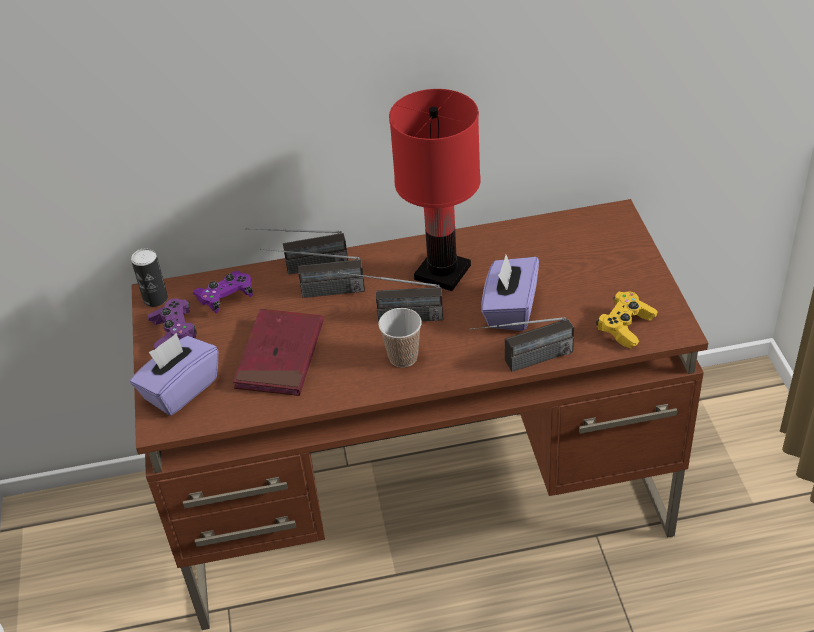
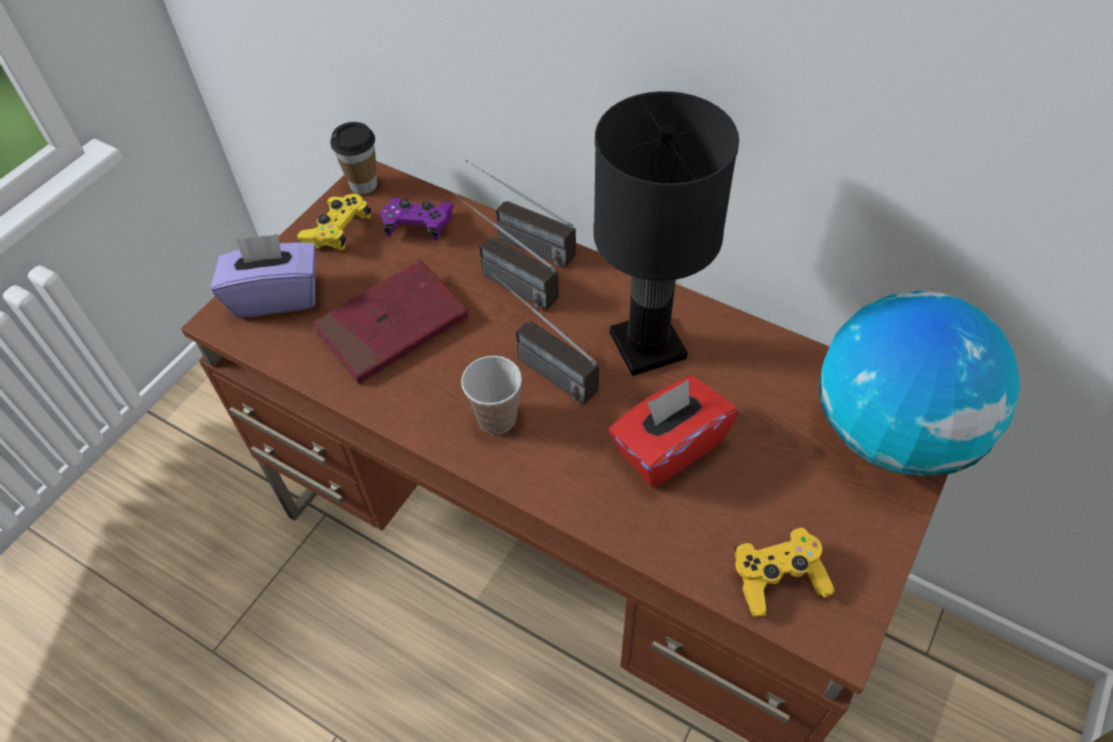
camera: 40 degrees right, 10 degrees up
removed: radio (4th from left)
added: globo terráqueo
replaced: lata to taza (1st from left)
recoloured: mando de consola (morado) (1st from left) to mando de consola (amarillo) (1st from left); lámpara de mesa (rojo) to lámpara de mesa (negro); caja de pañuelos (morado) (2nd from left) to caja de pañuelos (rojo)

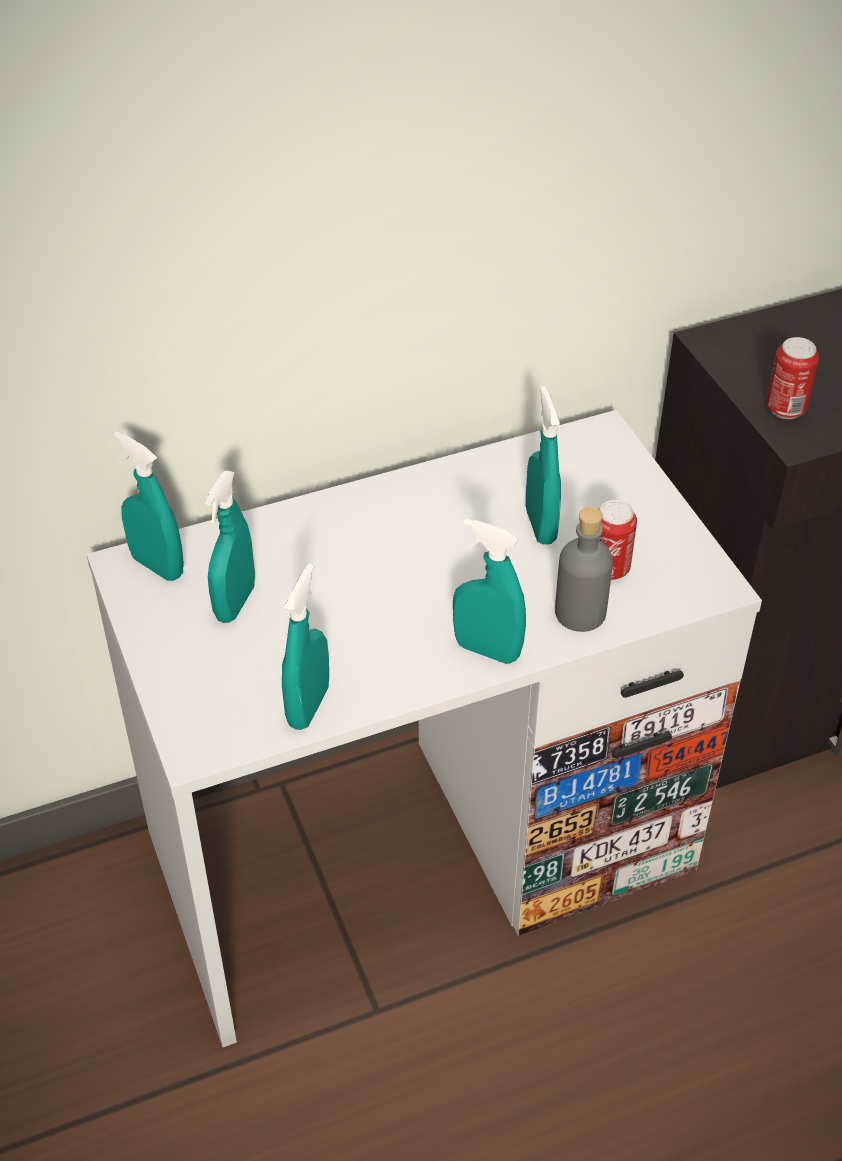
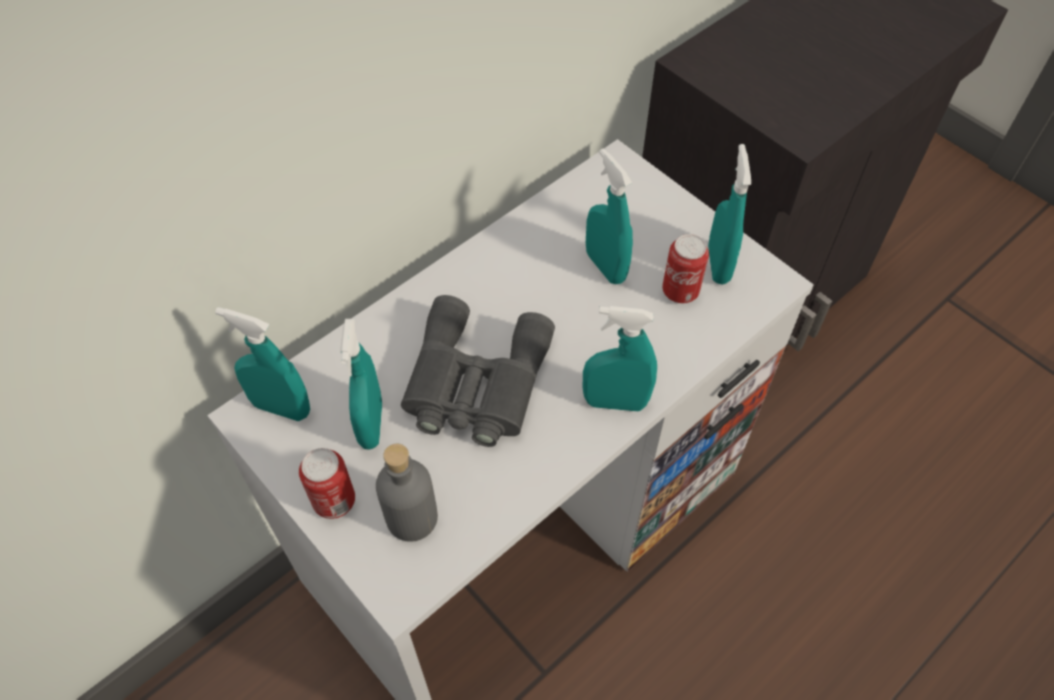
camera: 20 degrees left, 10 degrees up
added: prismáticos (gris)
moved: lata (2nd from left in the first image) to lata (1st from left); botella (gris); pulverizador (turquesa) (3rd from left in the first image) to pulverizador (turquesa) (5th from left)

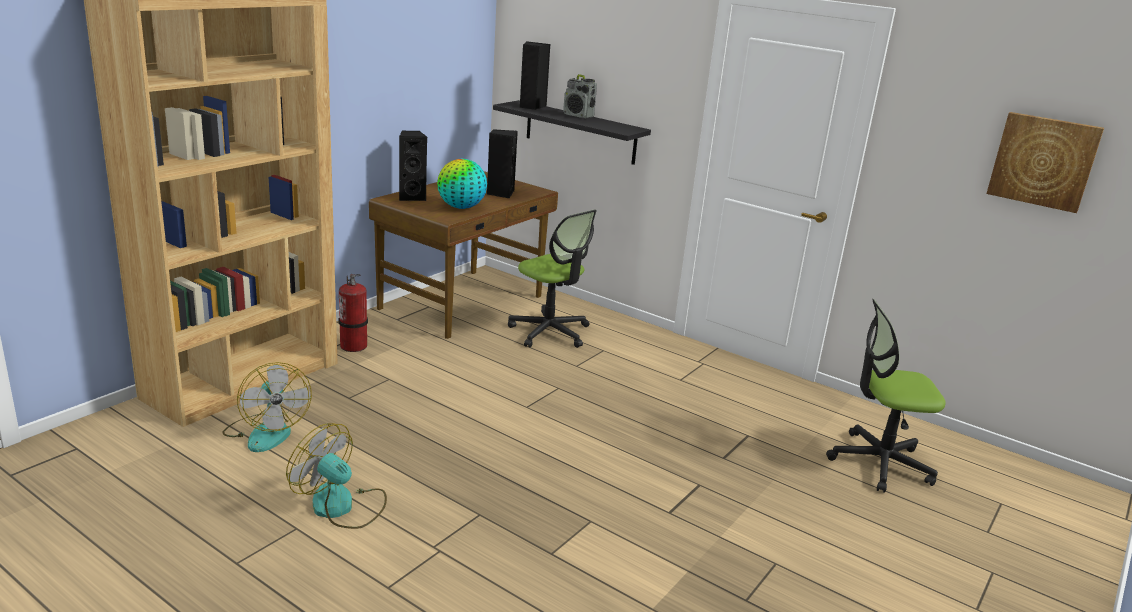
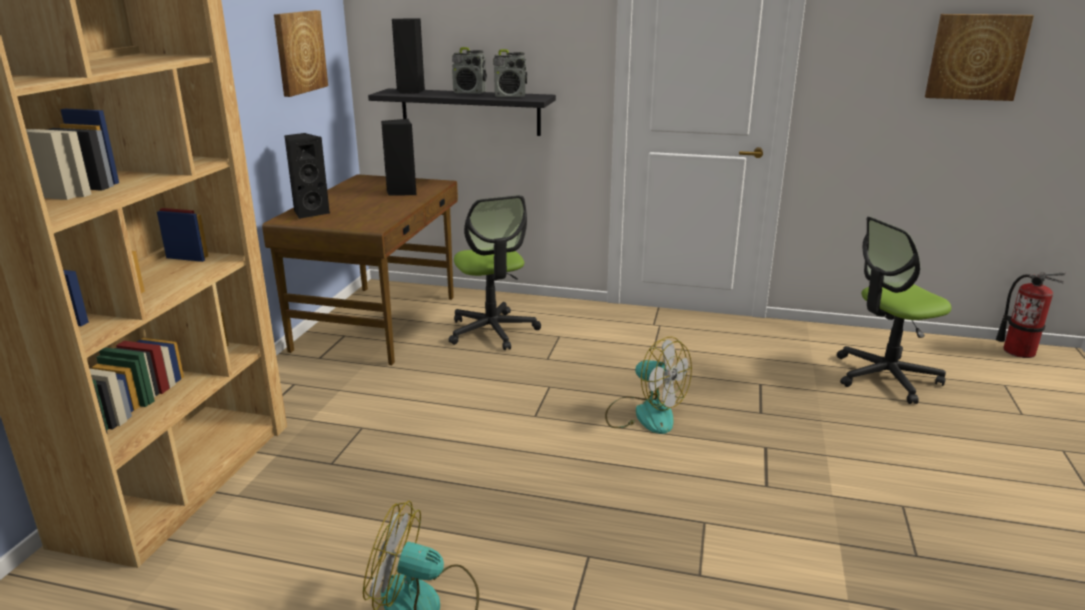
camera: 20 degrees left, 0 degrees up
removed: globo terráqueo
added: cuadro (1st from left); radio (2nd from left)
moved: ventilador (1st from left in the first image) to ventilador (2nd from left); extintor
turned: silla de oficina (1st from left) 45 degrees clockwise

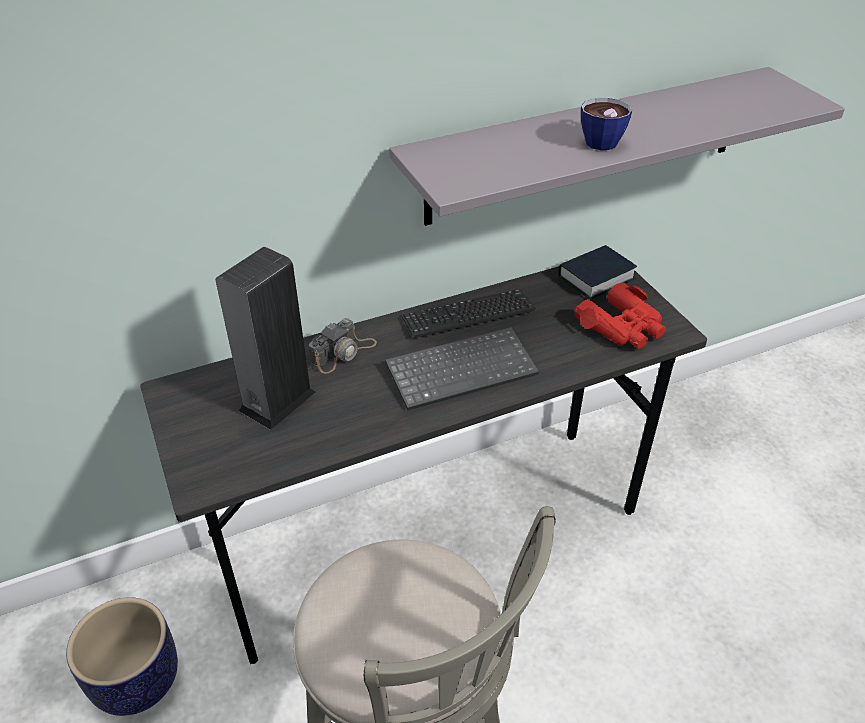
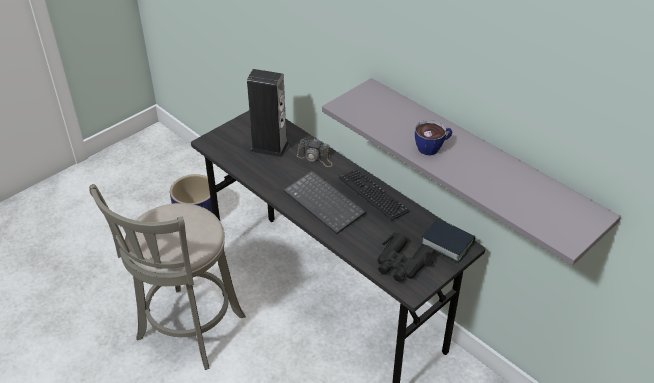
camera: 70 degrees right, 0 degrees up
recoloured: prismáticos (rojo) to prismáticos (negro)

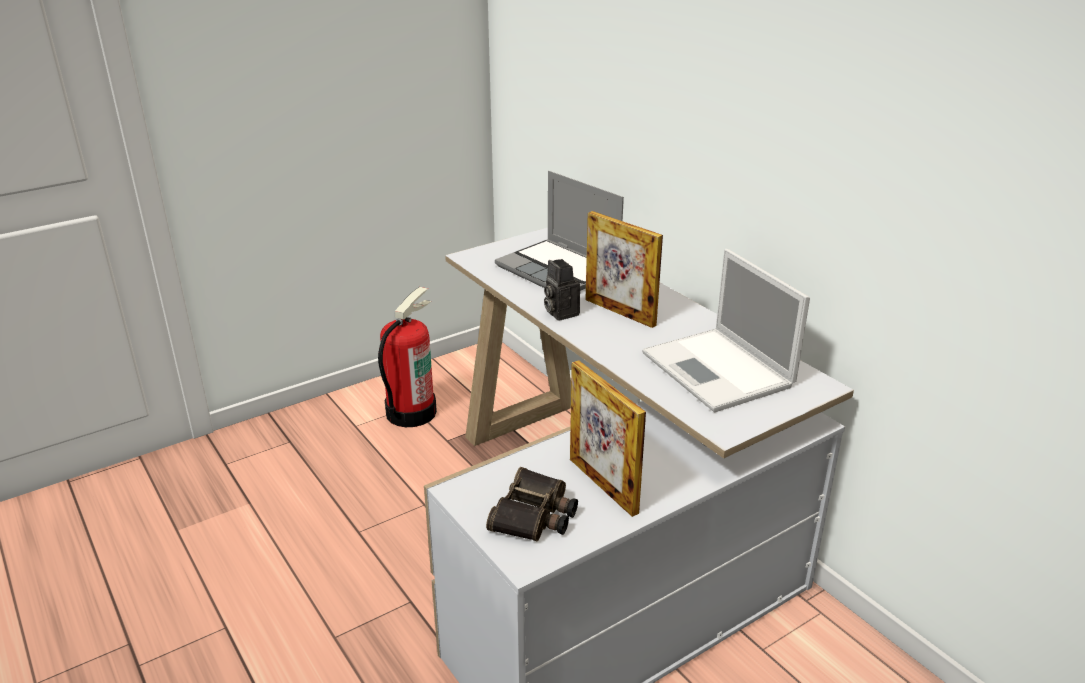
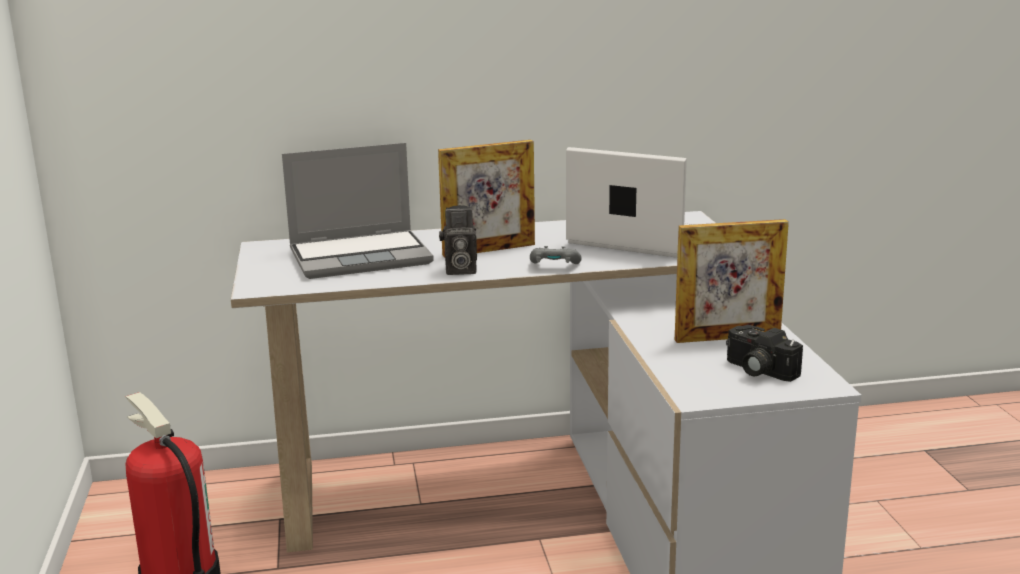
camera: 65 degrees left, 10 degrees down
added: mando de consola (gris)
replaced: prismáticos to cámara (2nd from left)
turned: portátil (2nd from left) 150 degrees counterclockwise

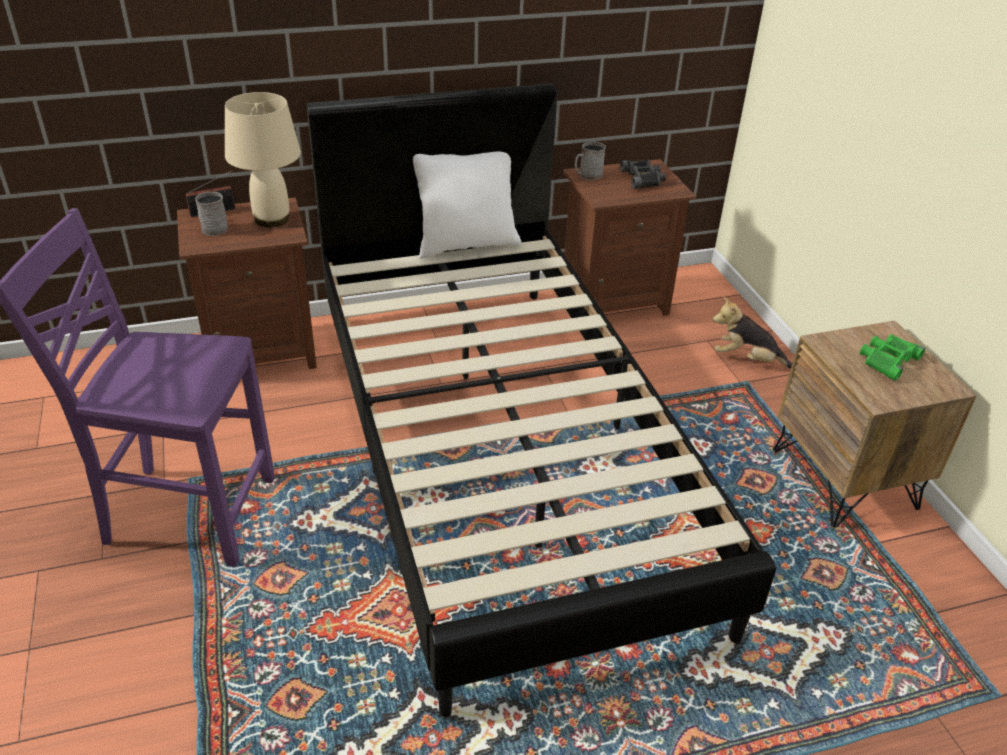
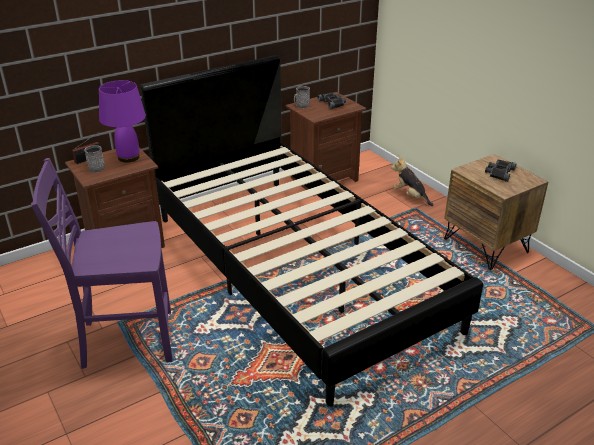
camera: 15 degrees left, 5 degrees down
removed: cojín (blanco)
recoloured: lámpara de mesa (beis) to lámpara de mesa (morado); prismáticos (verde) to prismáticos (negro) (2nd from left)
turned: peluche 45 degrees clockwise

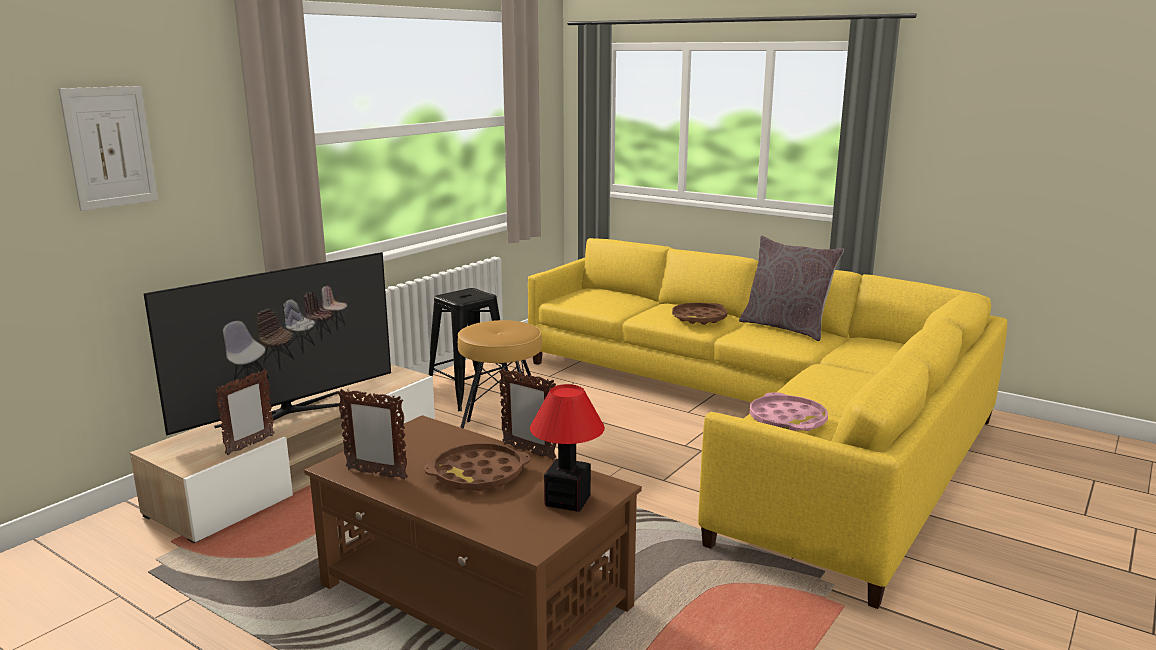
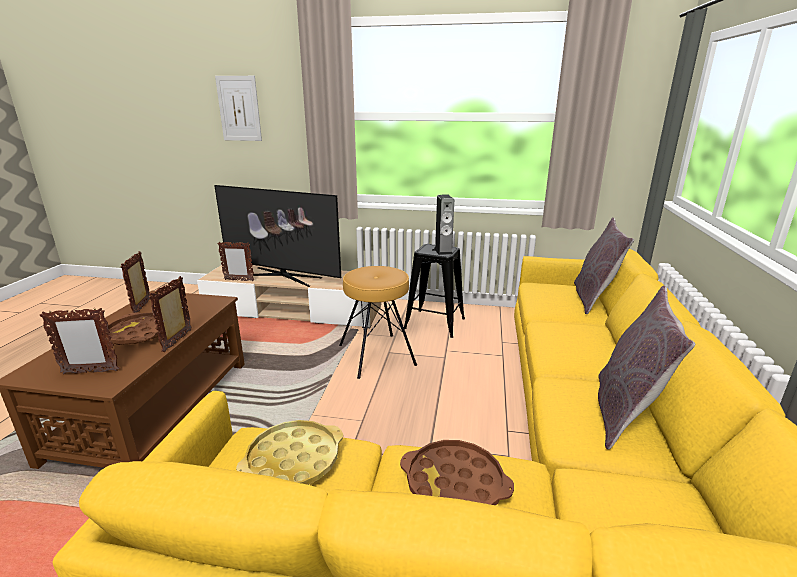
camera: 65 degrees right, 5 degrees up
added: altavoz; cojín (gris) (1st from left)
moved: bandeja (marrón) (2nd from left)
replaced: lámpara de mesa to portarretratos (1st from left)
recoloured: bandeja (rosa) to bandeja (amarillo)

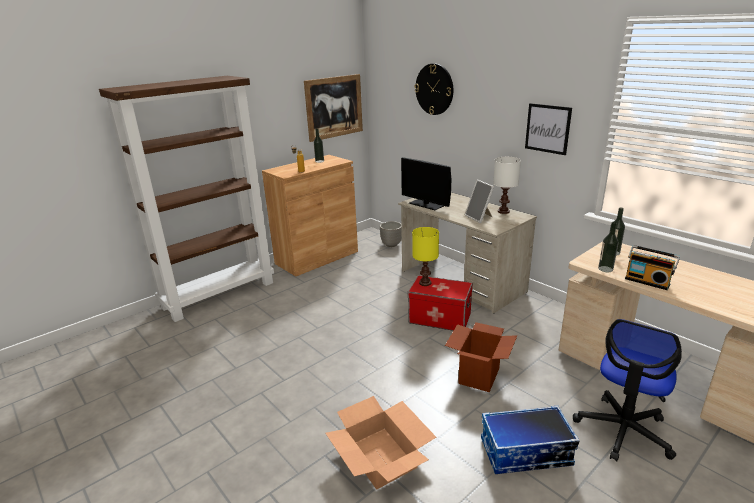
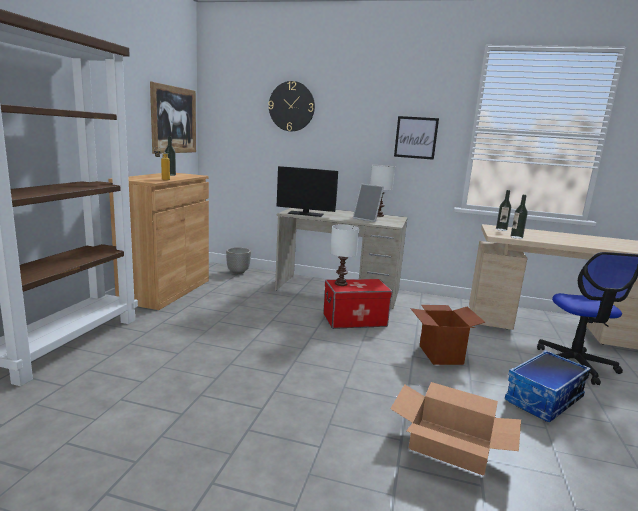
camera: 35 degrees left, 10 degrees down
removed: radio
recoloured: lámpara de mesa (amarillo) to lámpara de mesa (blanco) (1st from left)

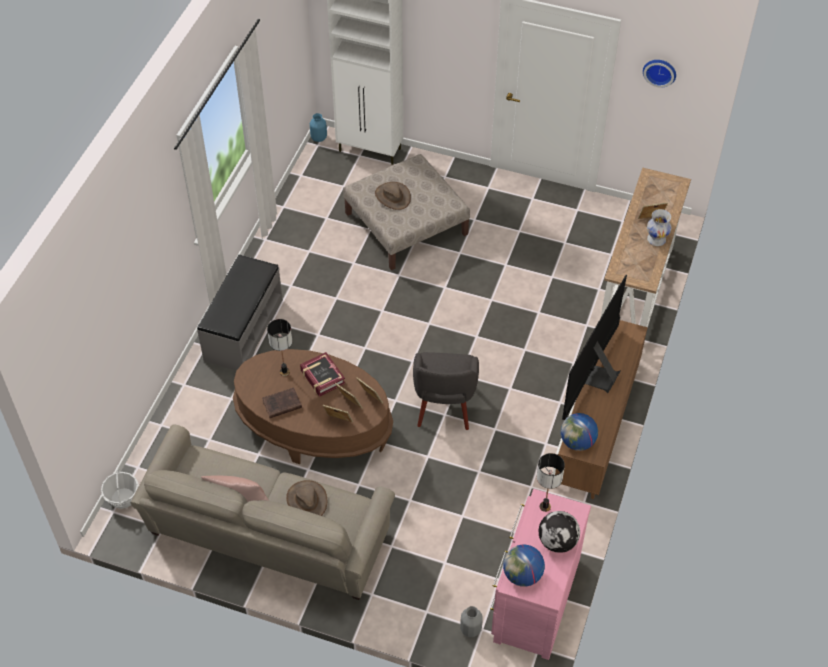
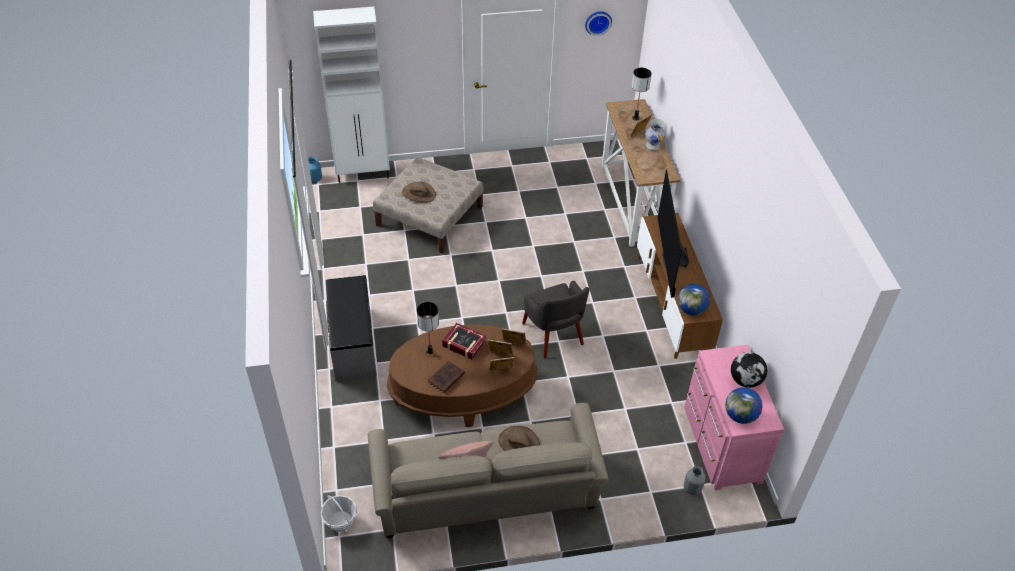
camera: 30 degrees left, 5 degrees down
moved: lámpara de mesa (2nd from left)

